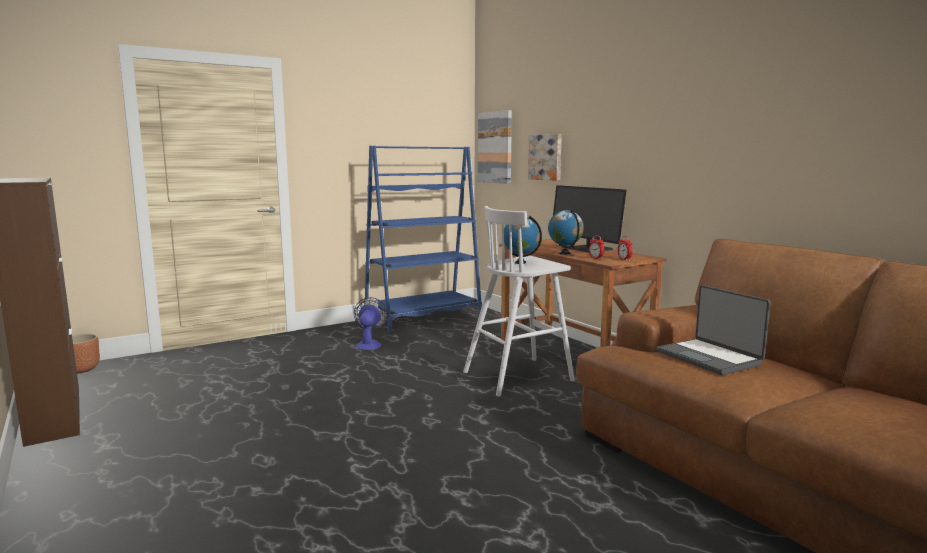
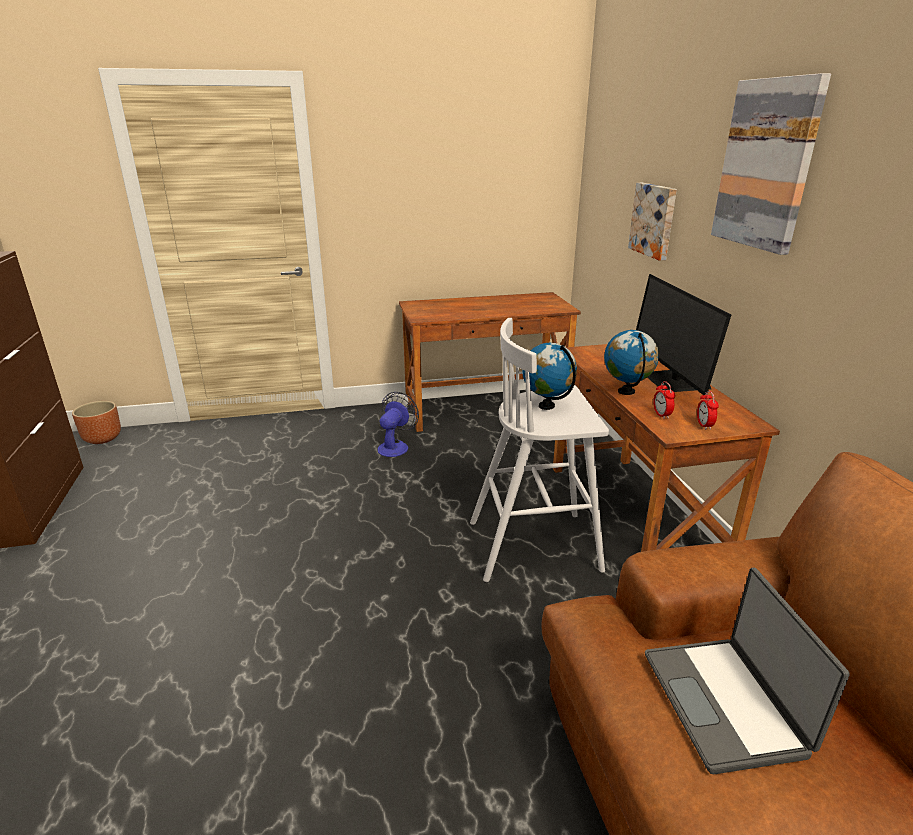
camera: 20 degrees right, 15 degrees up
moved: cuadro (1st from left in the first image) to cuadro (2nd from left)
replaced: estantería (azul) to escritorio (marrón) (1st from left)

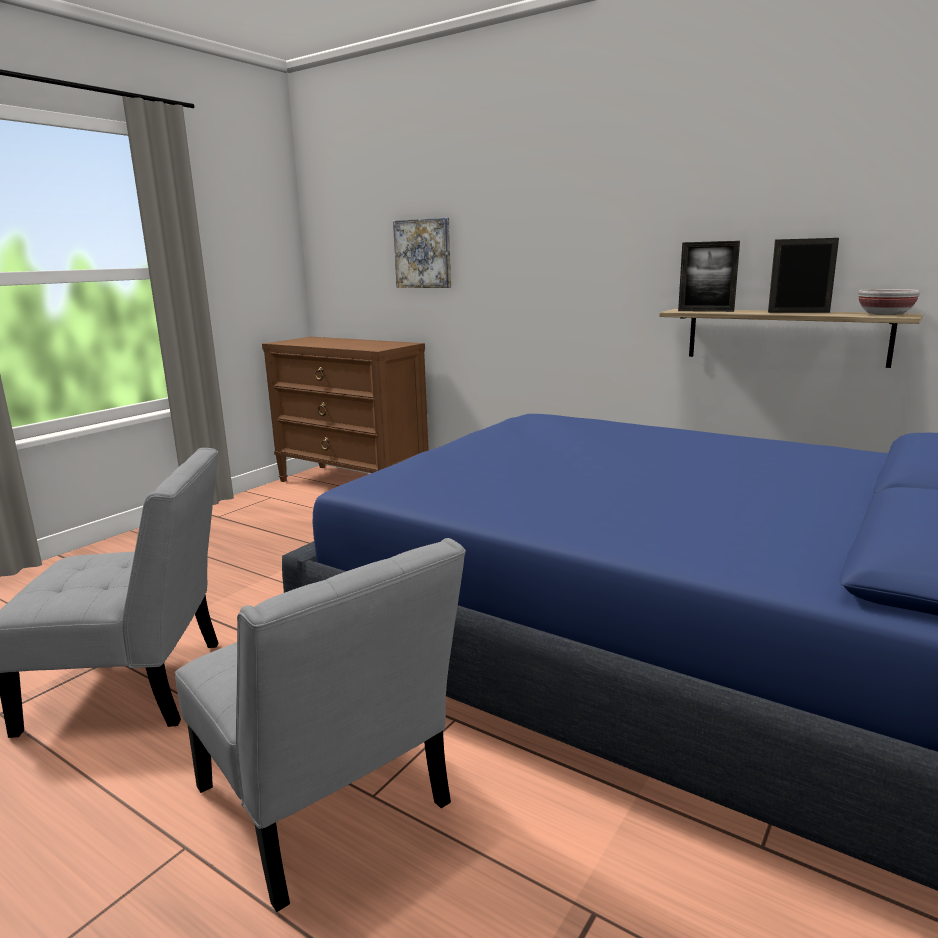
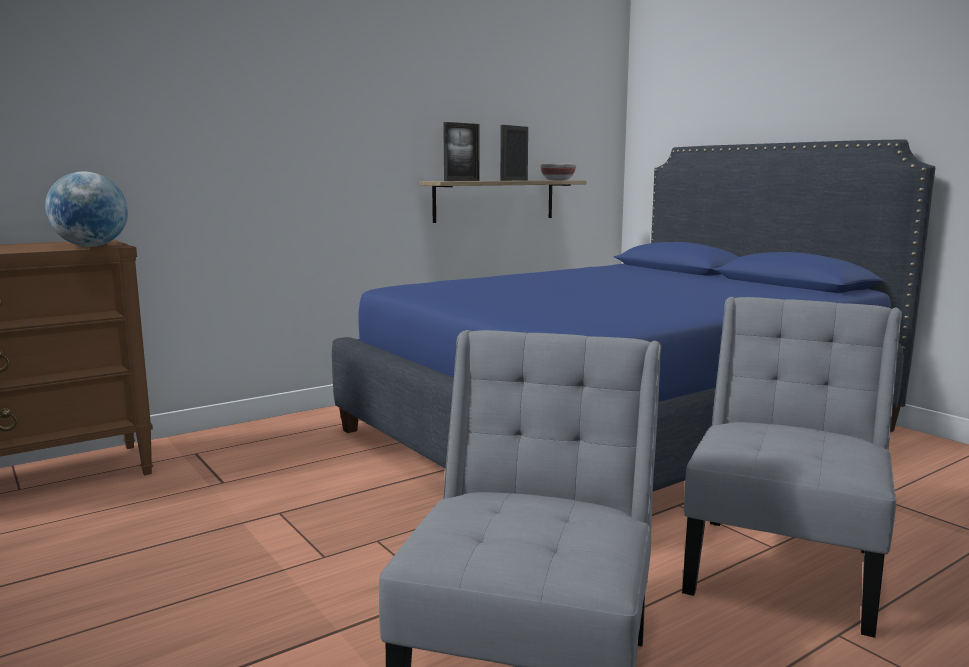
camera: 70 degrees left, 5 degrees down
removed: cuadro
added: globo terráqueo
turned: silla (gris) (2nd from left) 45 degrees counterclockwise

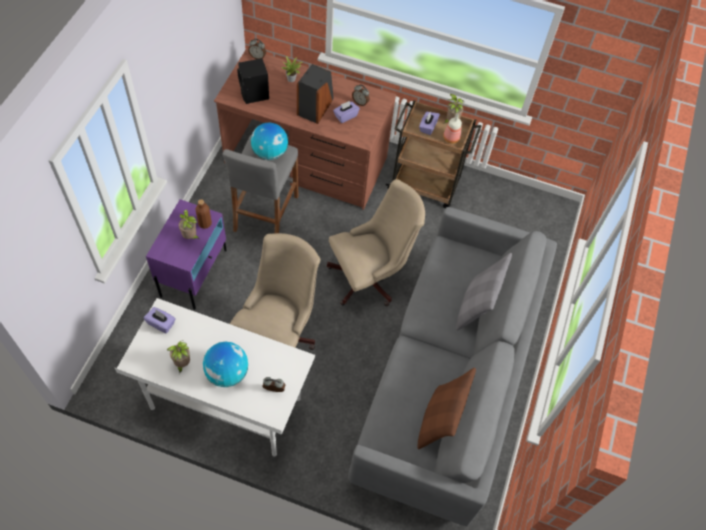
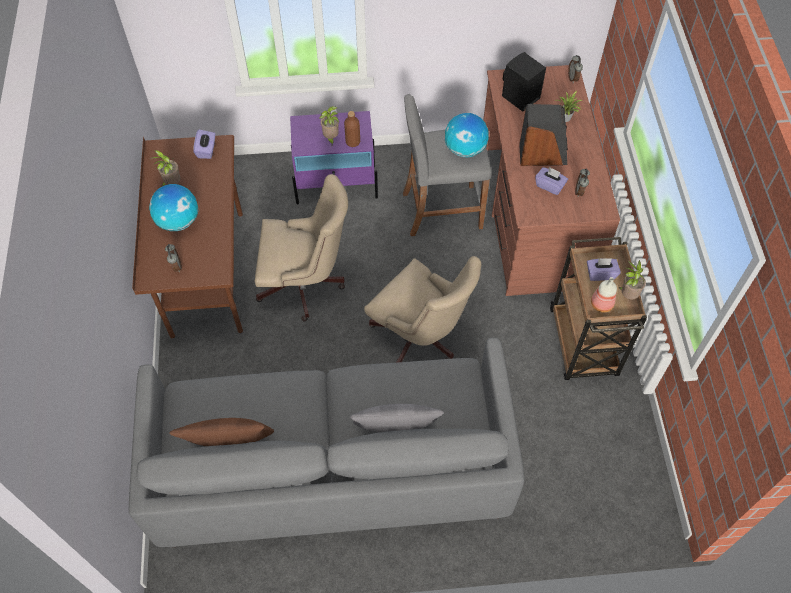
camera: 70 degrees right, 0 degrees up
recoloured: escritorio (blanco) to escritorio (marrón) (1st from left)

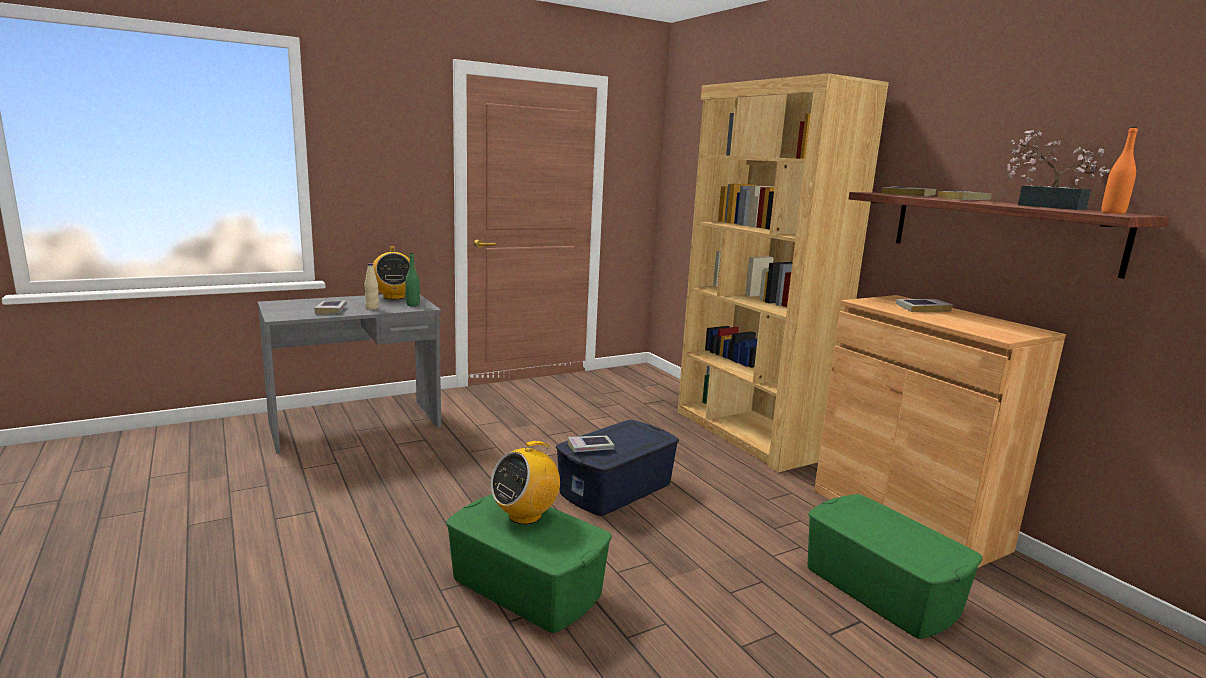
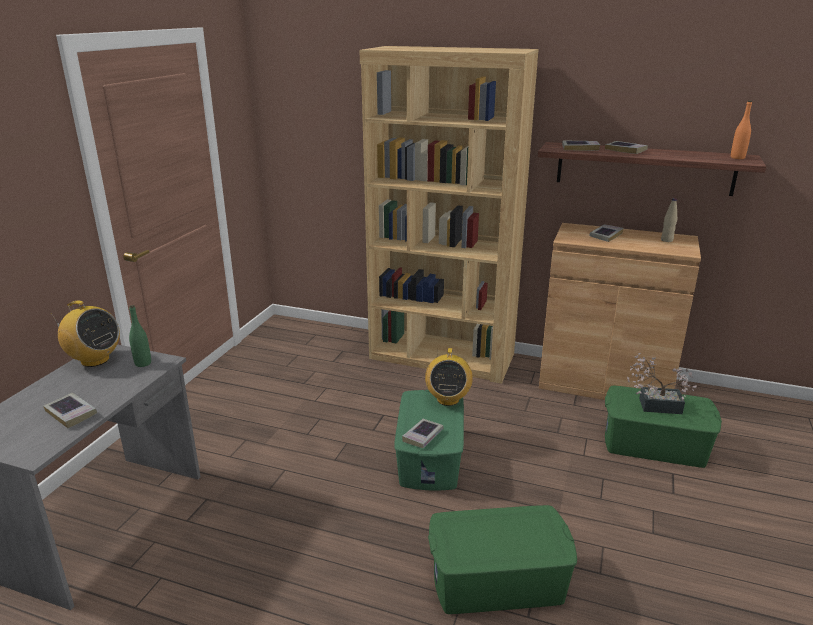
camera: 40 degrees left, 10 degrees up
moved: radio (2nd from left); planta en maceta; botella (beis)
recoloured: caja de almacenaje (azul) to caja de almacenaje (verde) (1st from left)

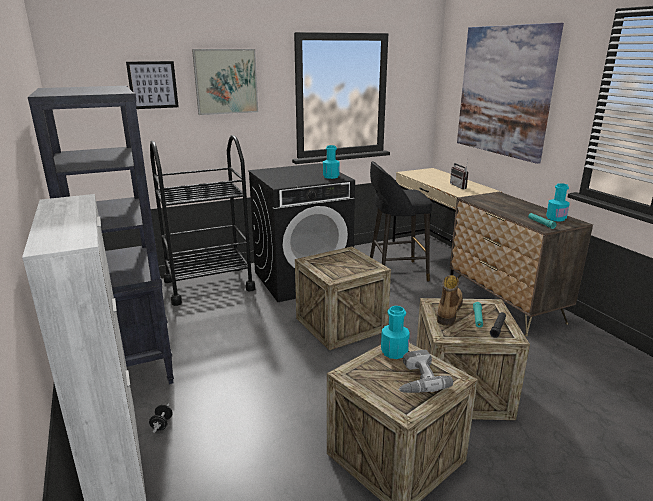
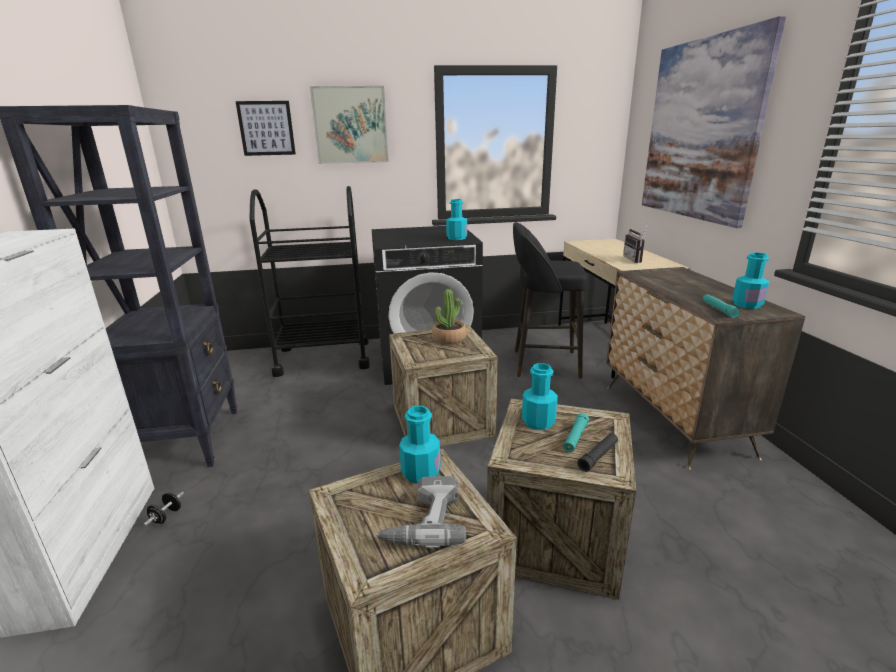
camera: 15 degrees right, 0 degrees up
added: planta en maceta
replaced: bota to botella (turquesa) (3rd from left)

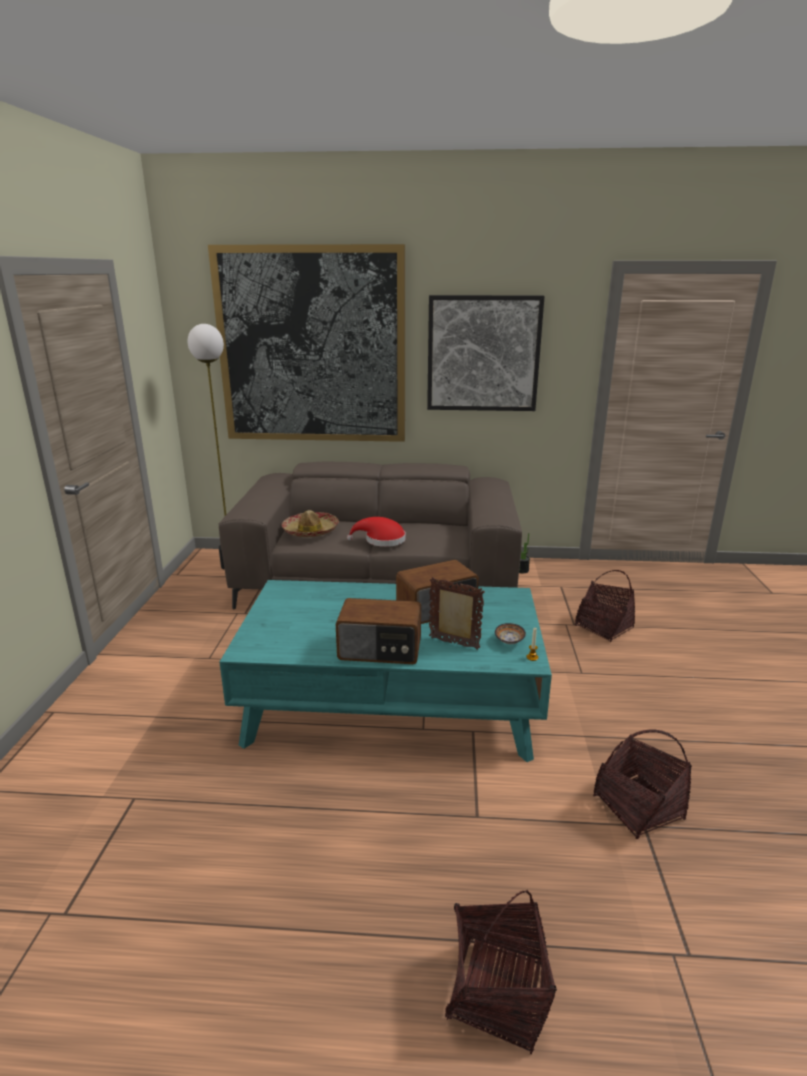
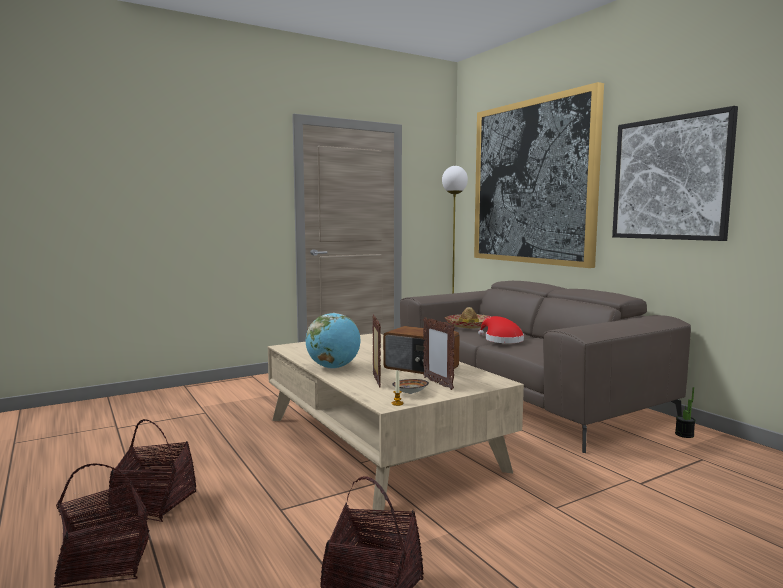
camera: 55 degrees right, 15 degrees down
added: portarretratos (2nd from left)
moved: cesta (2nd from left)
replaced: radio (1st from left) to globo terráqueo
recoloured: mesa de centro (turquesa) to mesa de centro (beis)

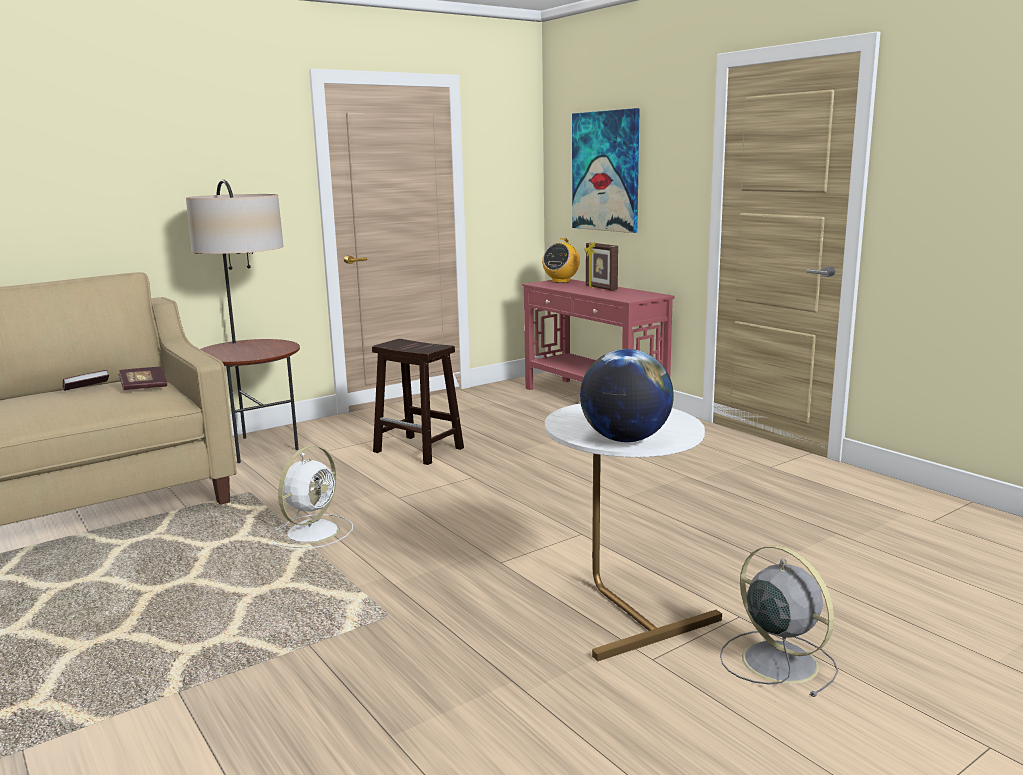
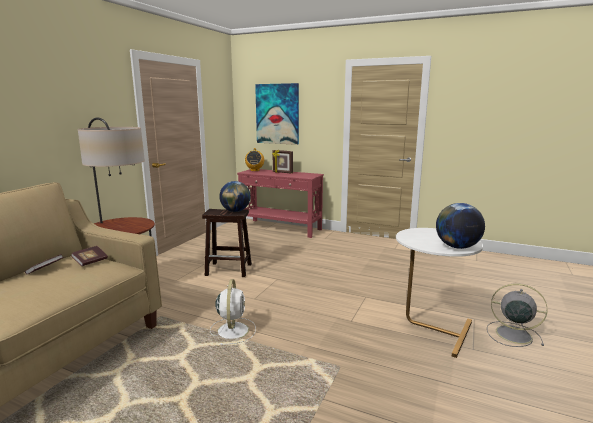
camera: 30 degrees left, 0 degrees up
added: globo terráqueo (1st from left)

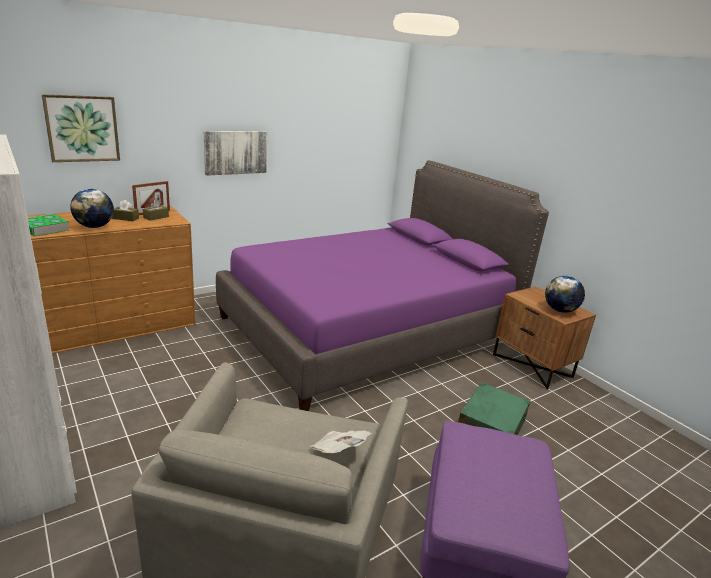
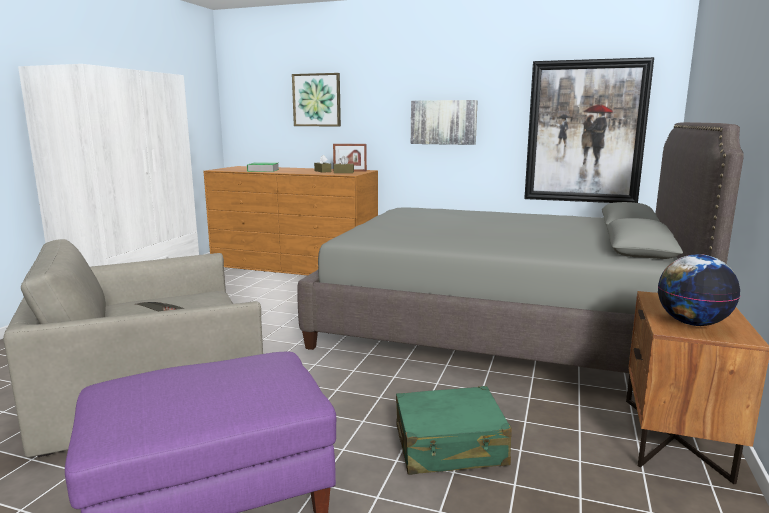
camera: 55 degrees right, 10 degrees down
removed: globo terráqueo (1st from left)
added: cuadro (3rd from left)
recoloured: cama (morado) to cama (gris)

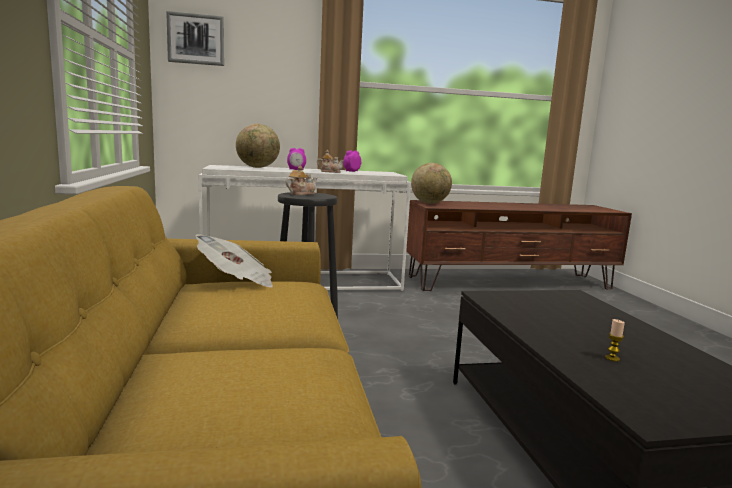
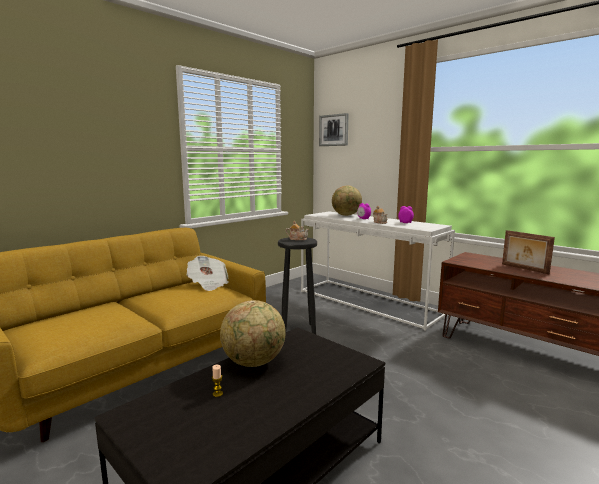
camera: 55 degrees right, 0 degrees up
added: portarretratos
moved: globo terráqueo (2nd from left in the first image) to globo terráqueo (1st from left)

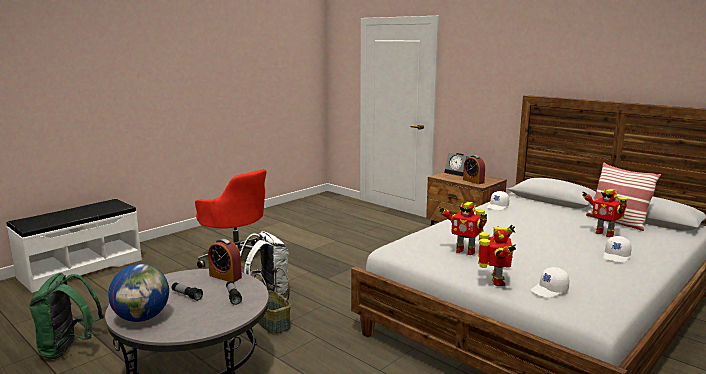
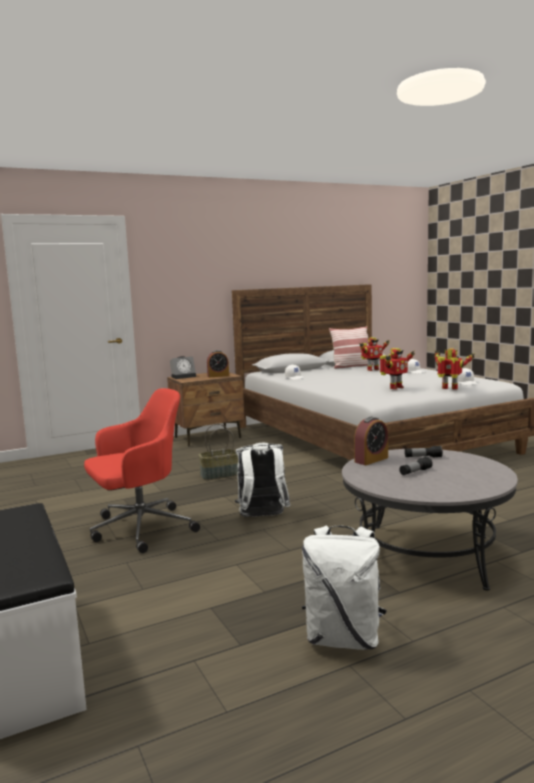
camera: 70 degrees left, 5 degrees down
removed: globo terráqueo
moved: cesta
recoloured: mochila (verde) to mochila (blanco) (2nd from left)

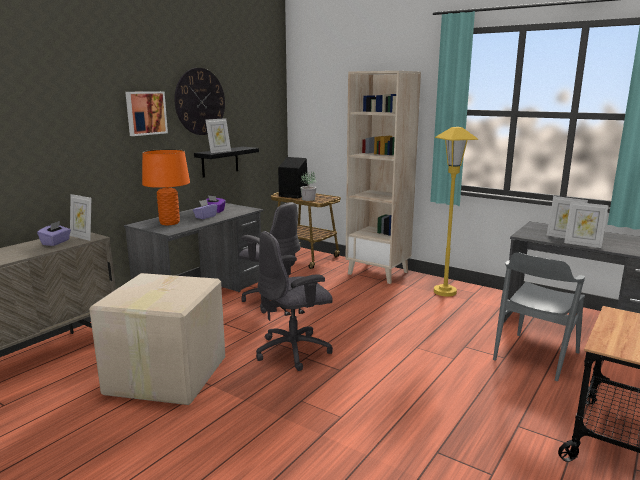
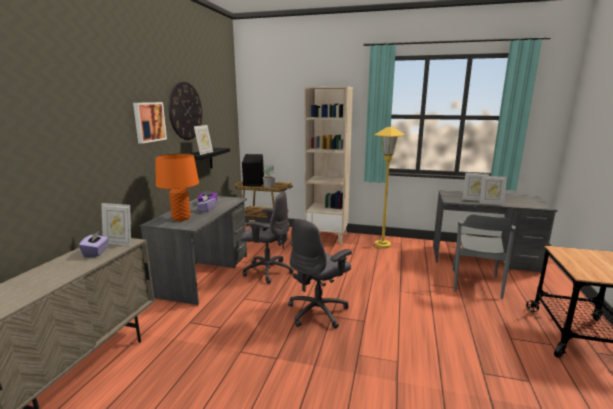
camera: 20 degrees left, 0 degrees up
removed: caja de cartón

